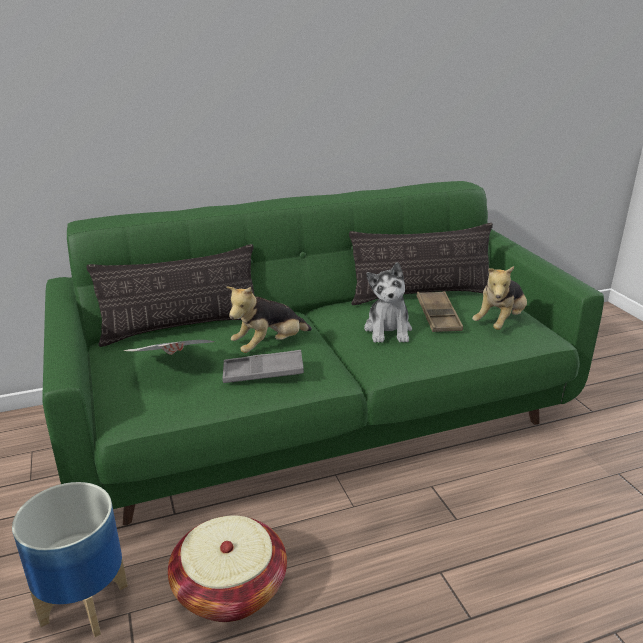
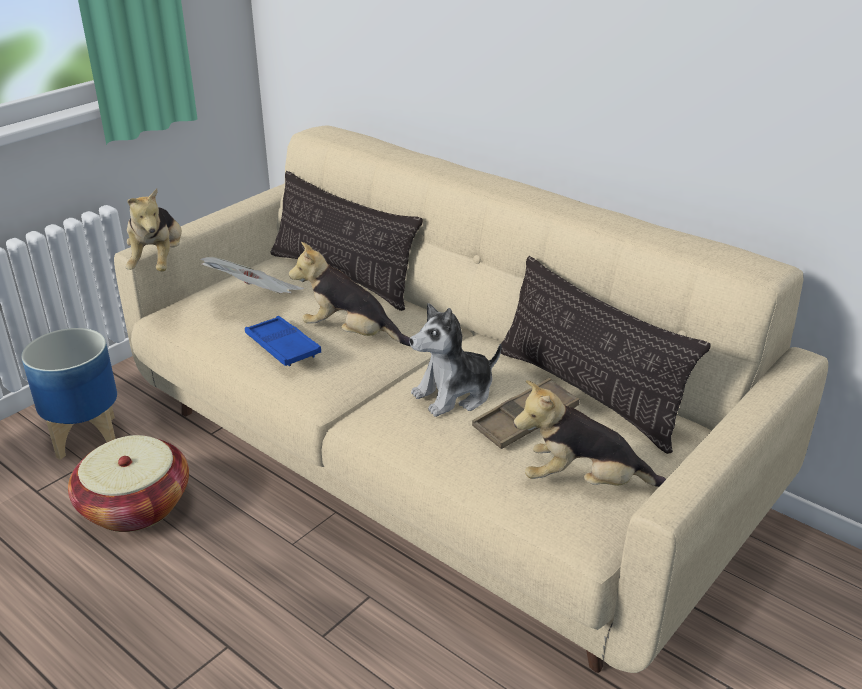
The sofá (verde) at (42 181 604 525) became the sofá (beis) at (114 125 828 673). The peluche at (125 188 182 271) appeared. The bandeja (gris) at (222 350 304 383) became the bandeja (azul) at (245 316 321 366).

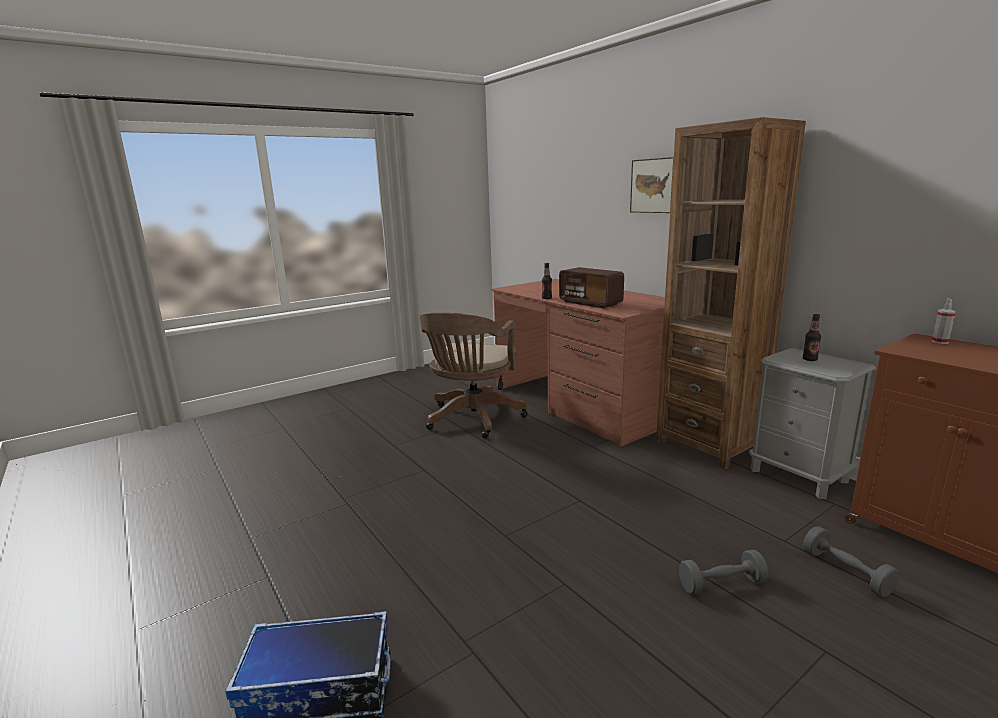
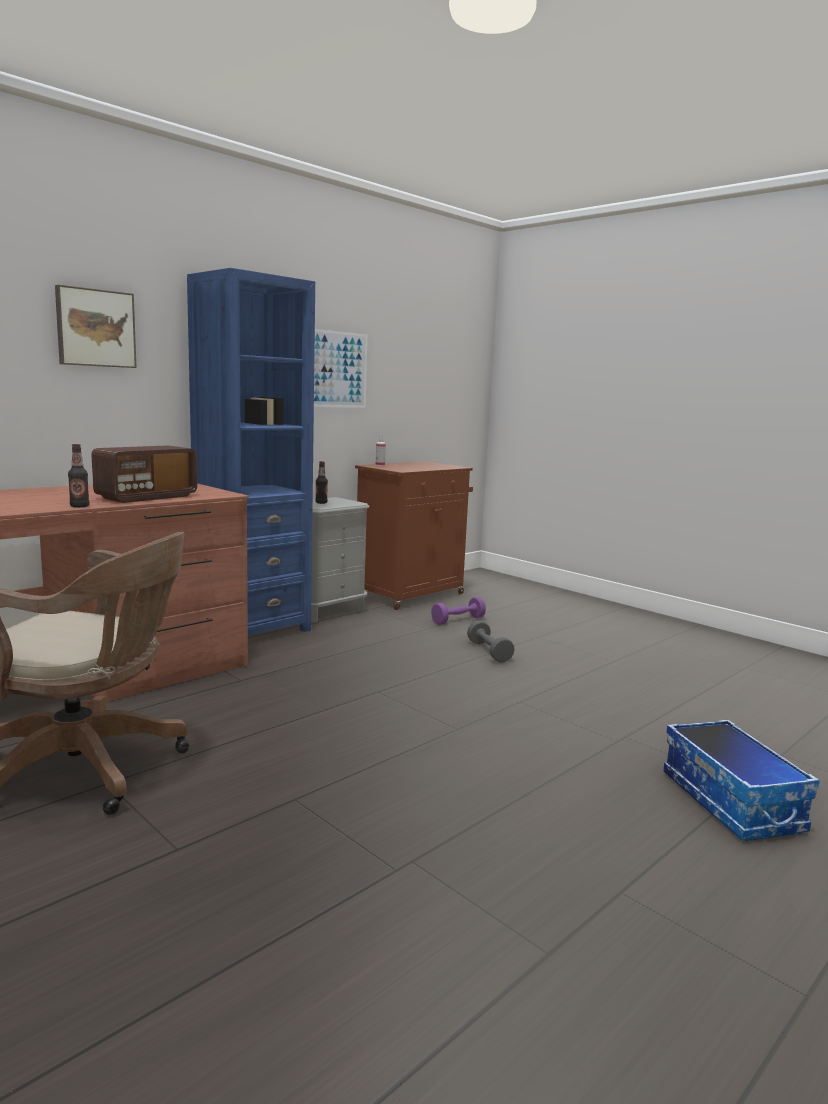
The estantería (marrón) at (656 117 806 469) became the estantería (azul) at (187 268 315 636). The cuadro at (314 329 367 408) appeared. The mancuerna (gris) at (803 526 900 597) became the mancuerna (morado) at (431 597 486 625).

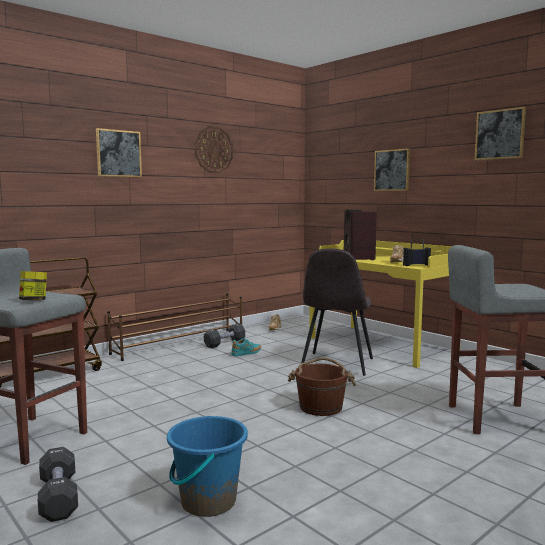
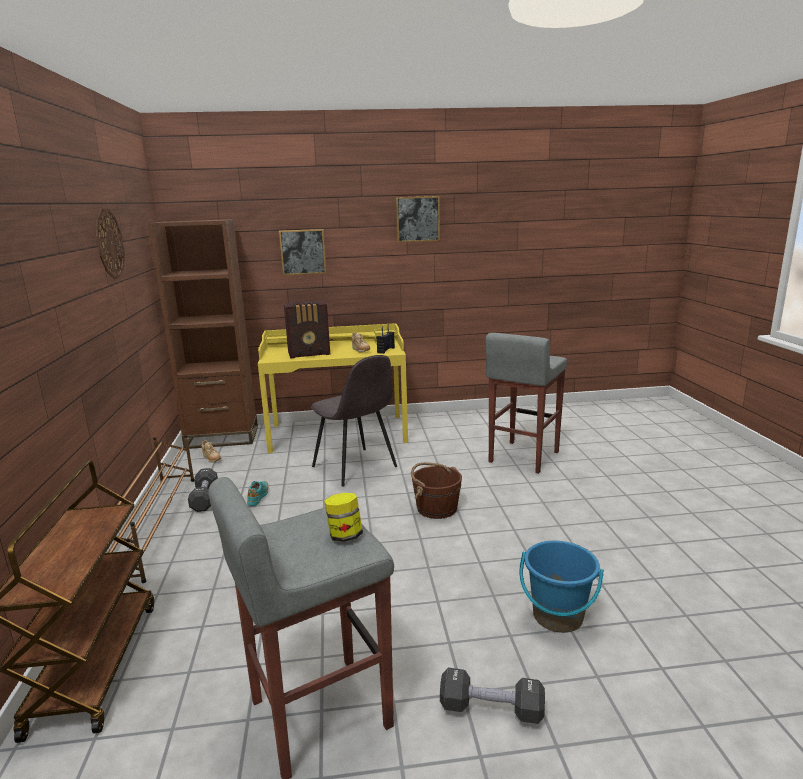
The estantería (marrón) at (148 219 258 449) appeared. The radio at (344 210 377 260) turned 45 degrees counterclockwise. The cuadro at (96 128 142 177) disappeared.

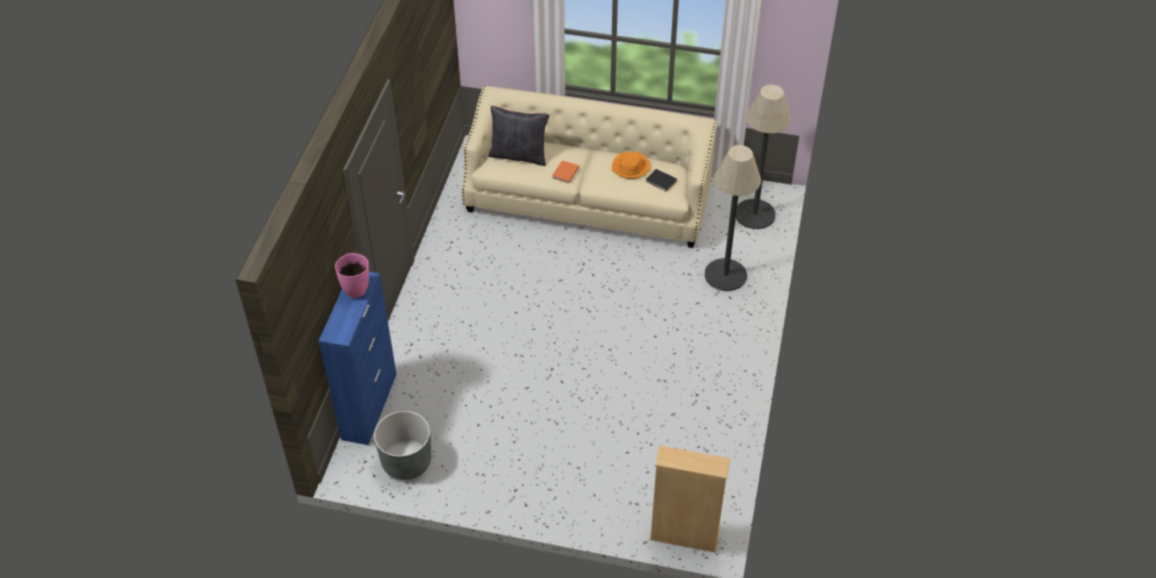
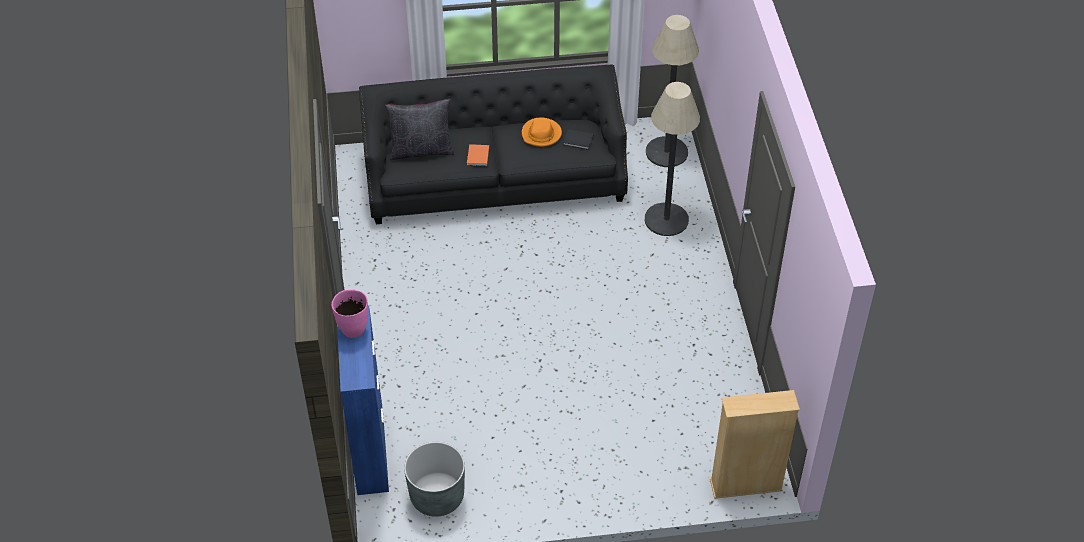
The sofá (beis) at (461 86 717 248) became the sofá (negro) at (359 65 628 224).

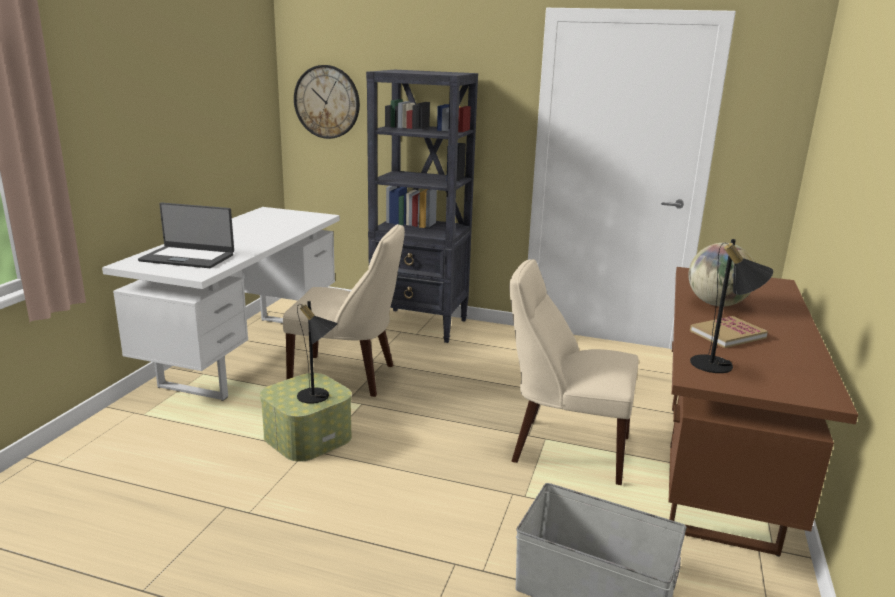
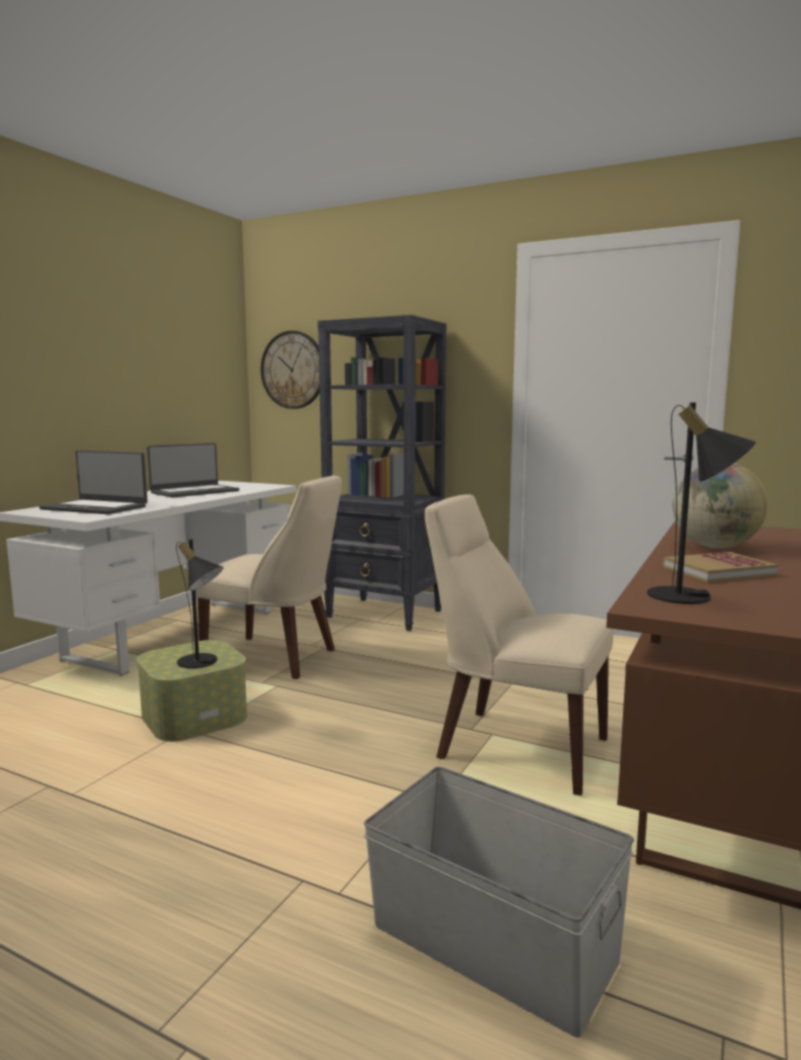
The portátil at (147 443 239 498) appeared.

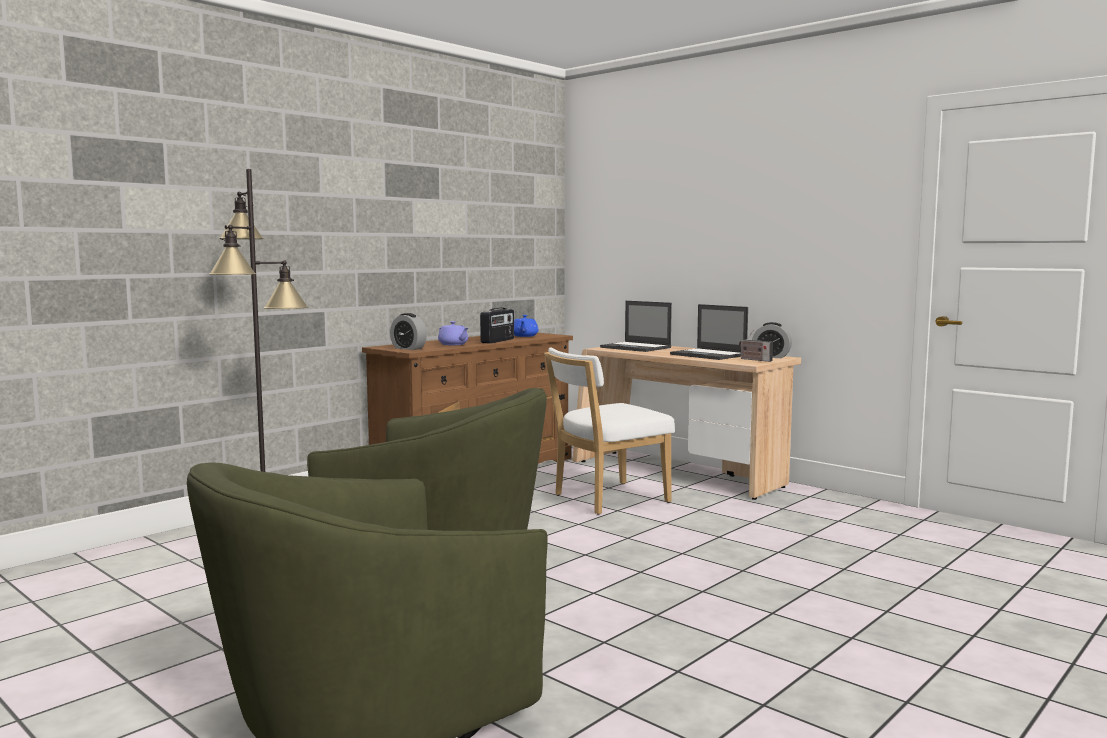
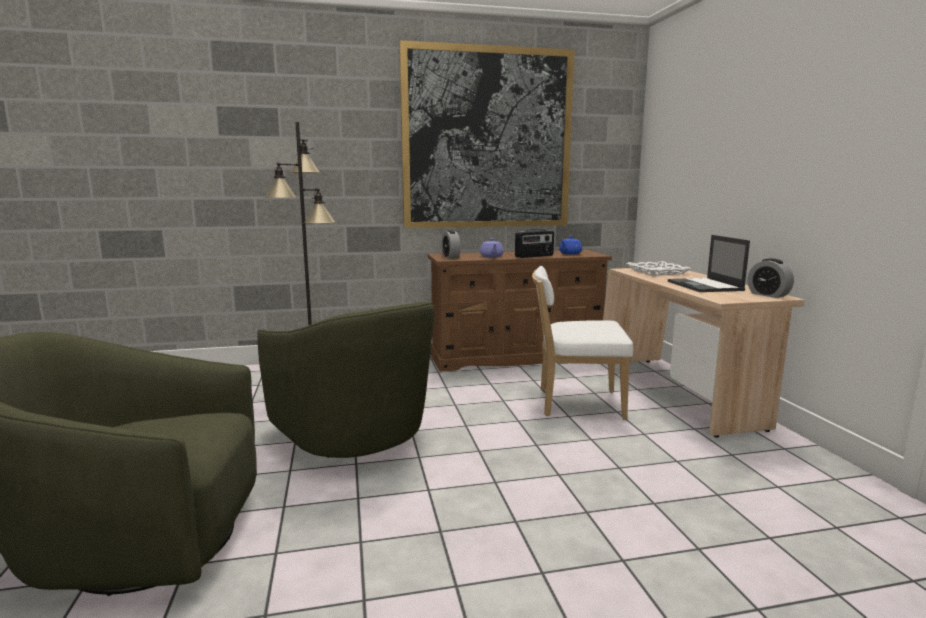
The cuadro at (399 40 575 228) appeared. The portátil at (600 301 672 352) was replaced by the bandeja (blanco) at (626 261 691 275). The radio at (739 330 773 362) disappeared.

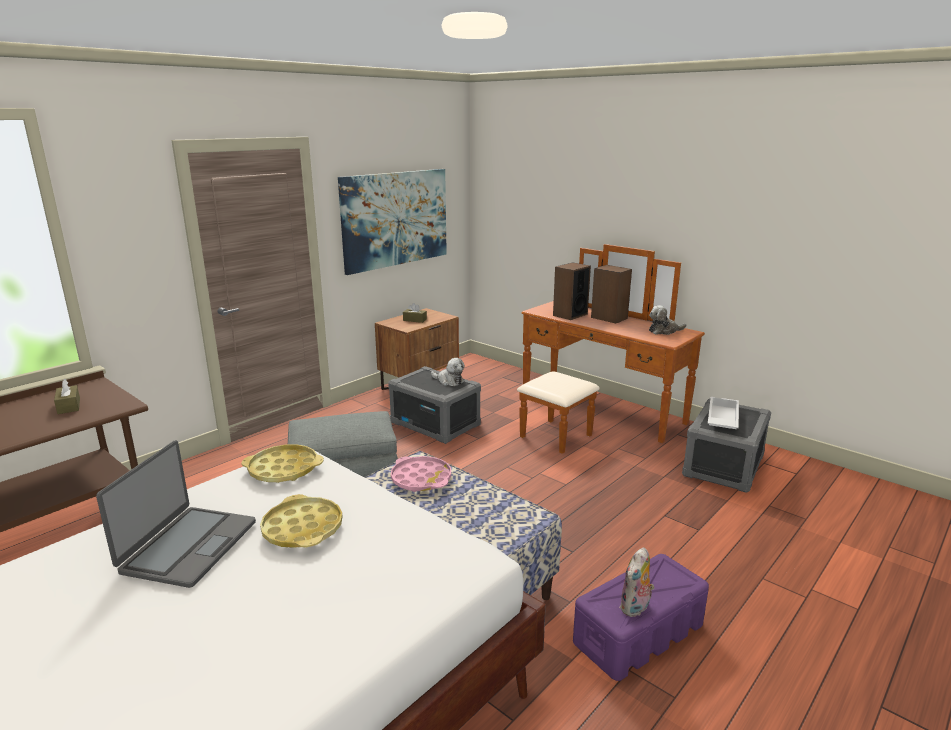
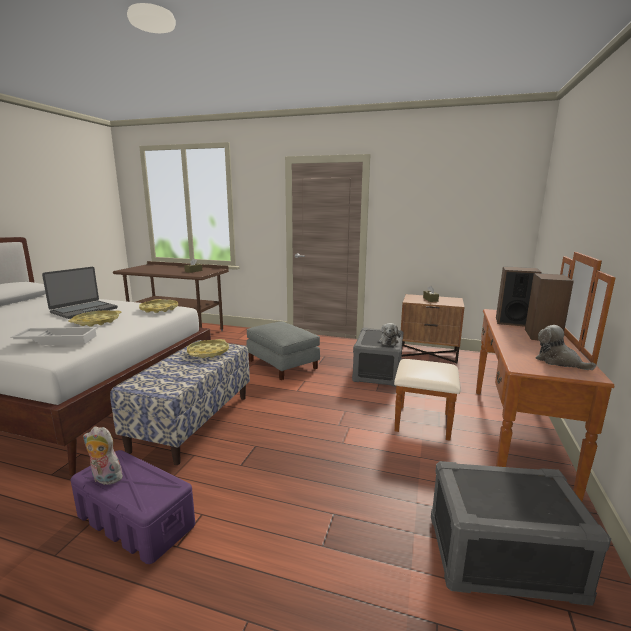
The bandeja (blanco) moved from (708 397 739 429) to (10 327 97 345). The portátil at (96 440 256 588) turned 45 degrees counterclockwise. The bandeja (rosa) at (391 456 451 492) became the bandeja (amarillo) at (187 339 229 358). The cuadro at (338 169 447 275) disappeared.

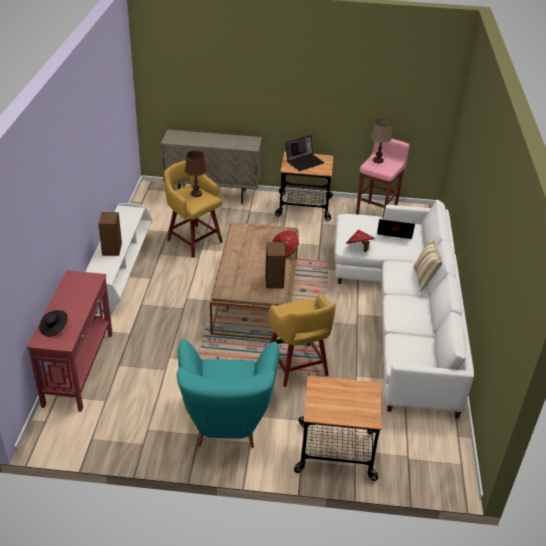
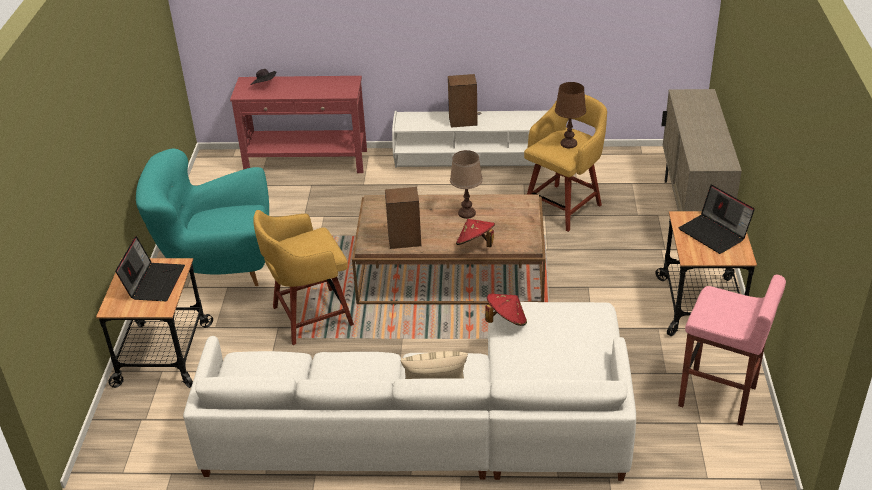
The portátil moved from (377 219 415 239) to (115 236 185 301). The lámpara de mesa (marrón) moved from (371 119 392 163) to (450 150 483 219).

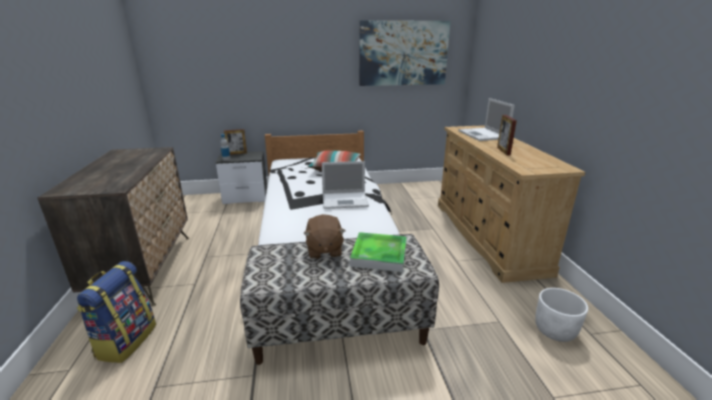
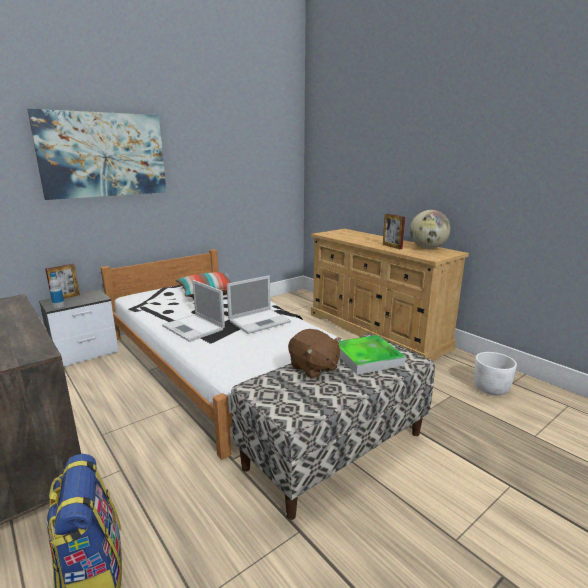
The cuadro moved from (359 20 451 86) to (27 109 166 200). The portátil moved from (458 98 515 141) to (162 280 225 342). The globo terráqueo at (410 210 451 249) appeared.

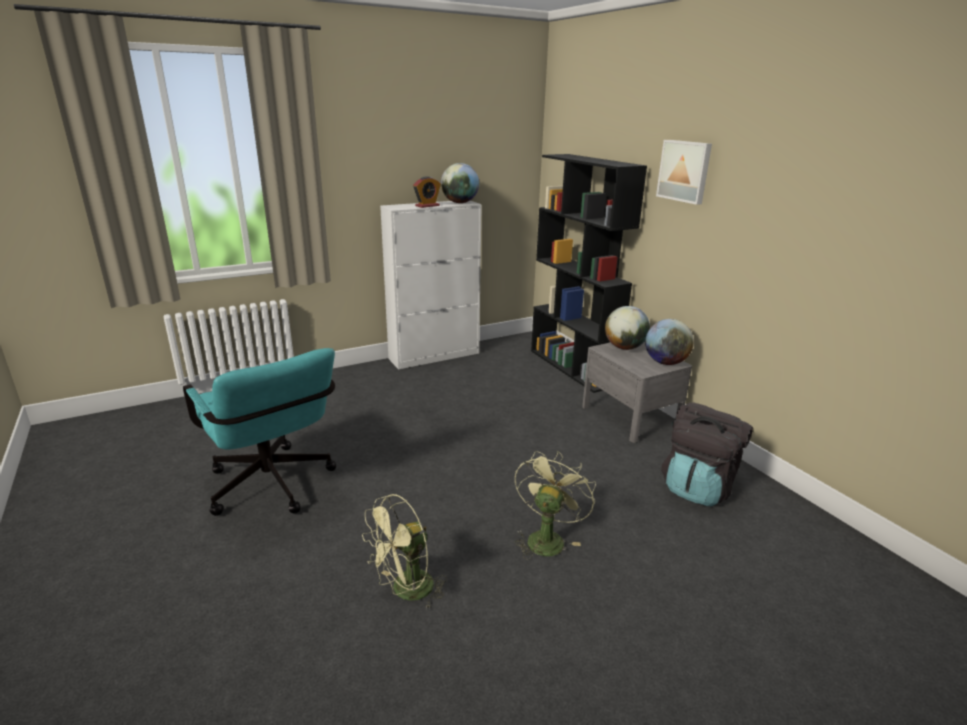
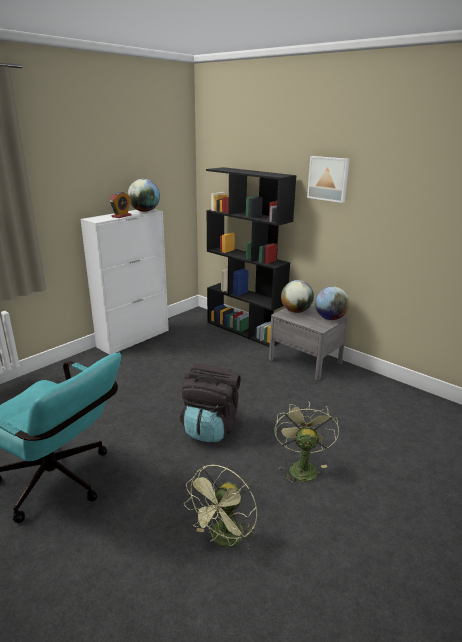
The mochila (negro) moved from (661 402 753 507) to (180 363 241 442).

